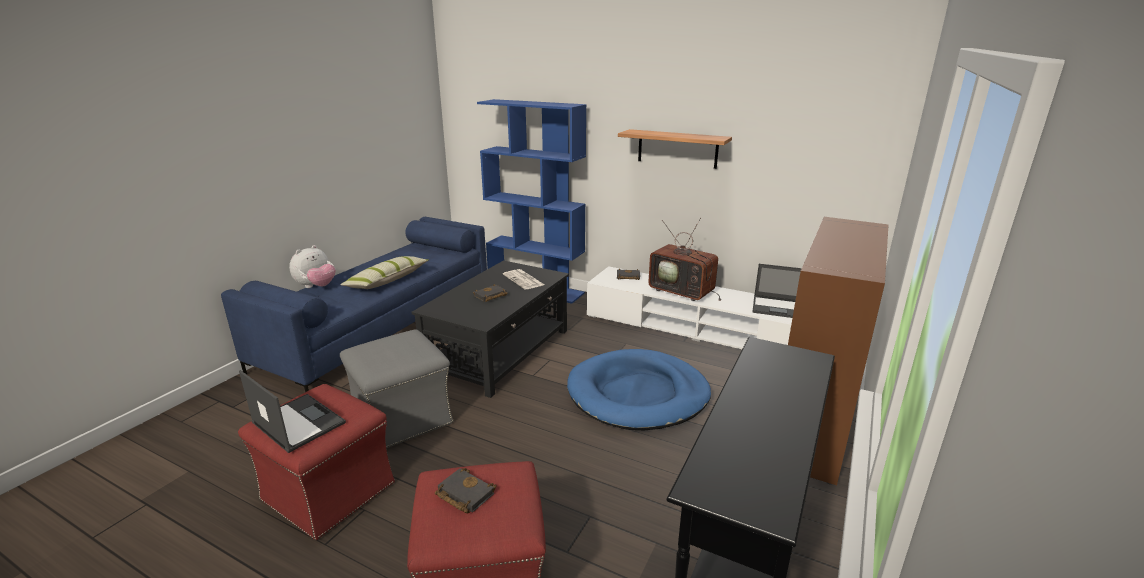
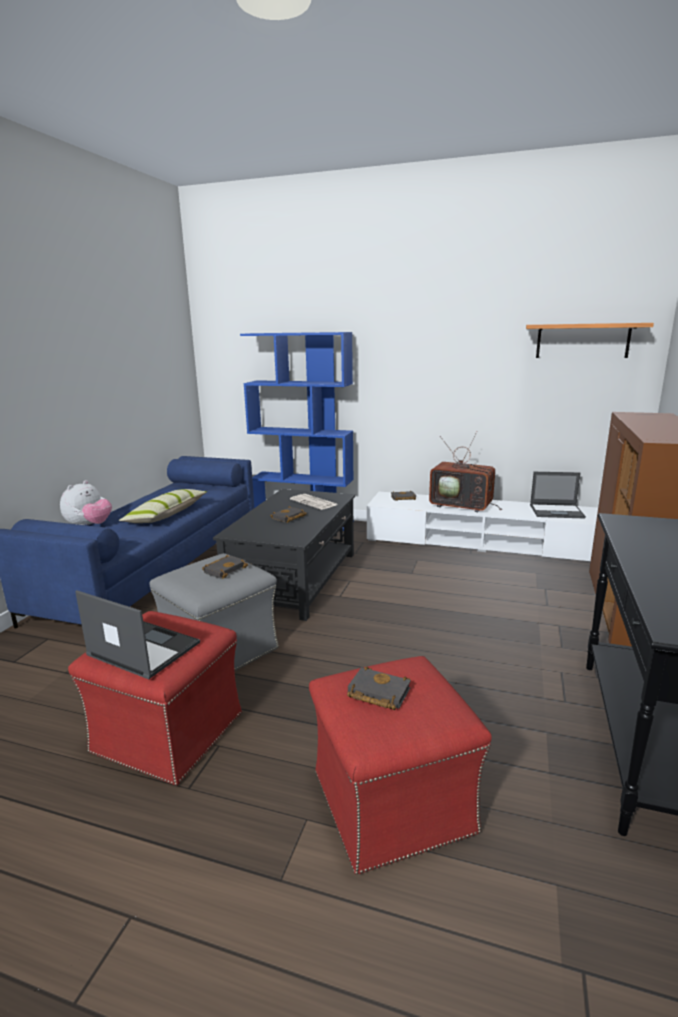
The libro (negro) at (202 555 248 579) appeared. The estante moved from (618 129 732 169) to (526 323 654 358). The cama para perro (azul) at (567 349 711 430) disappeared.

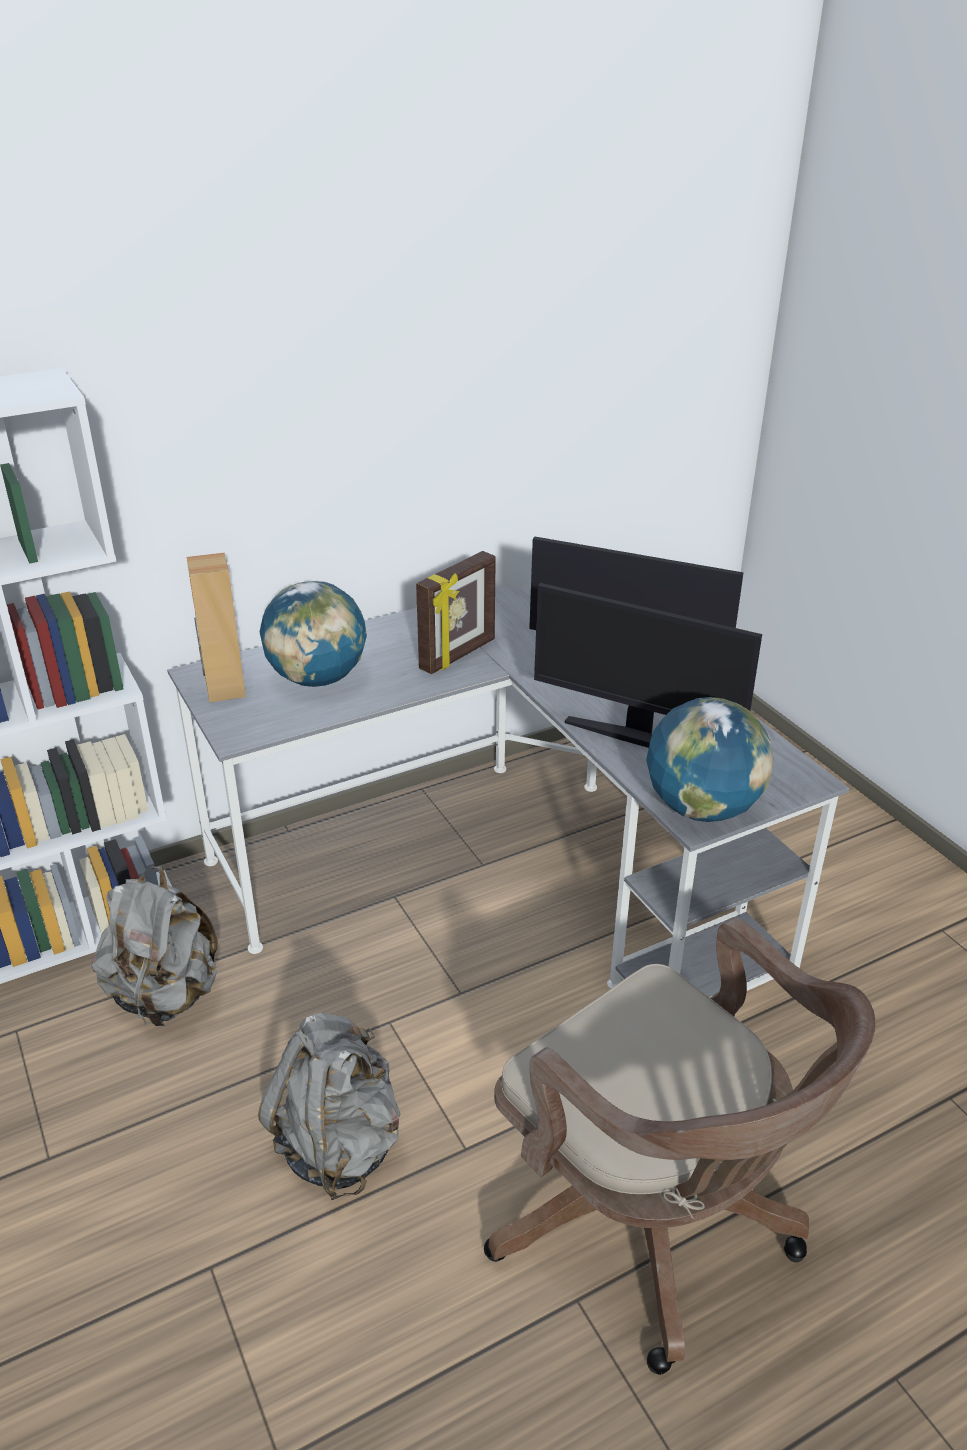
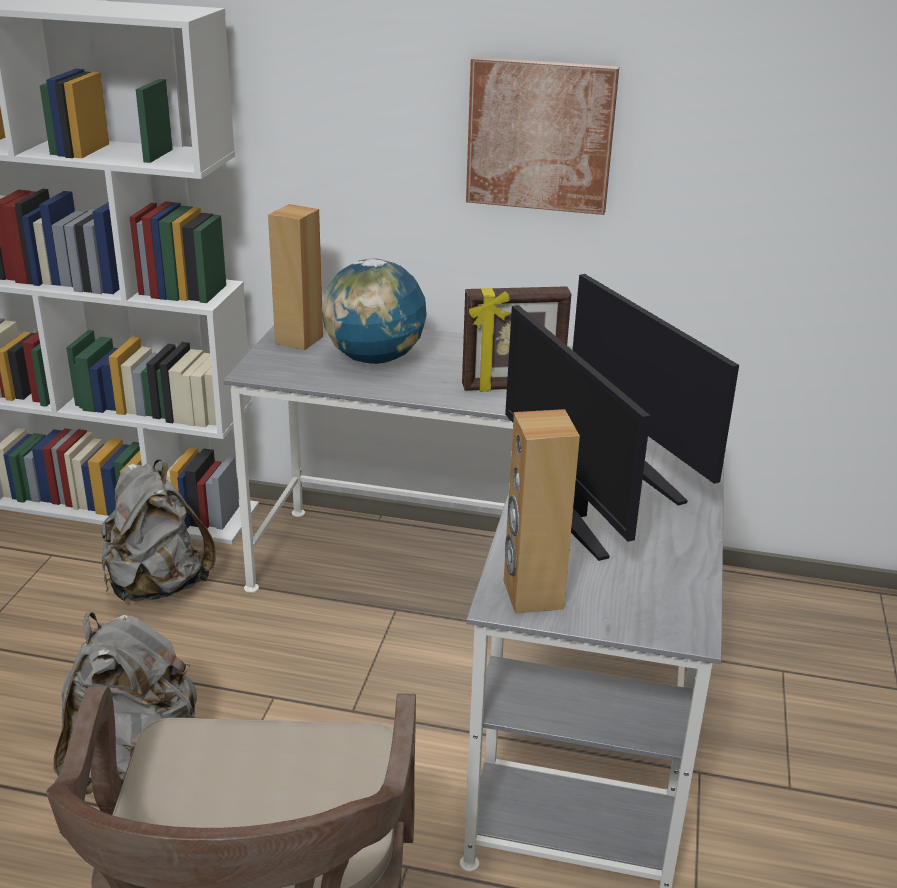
The cuadro at (466 57 619 215) appeared. The globo terráqueo at (646 697 773 822) was replaced by the altavoz (marrón) at (504 409 580 614).

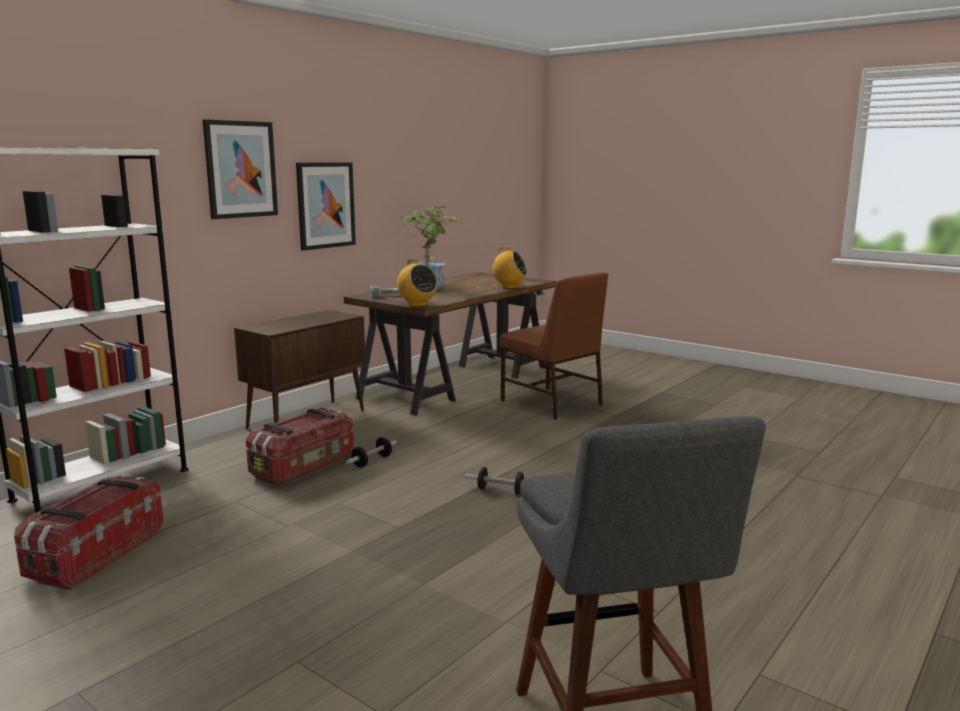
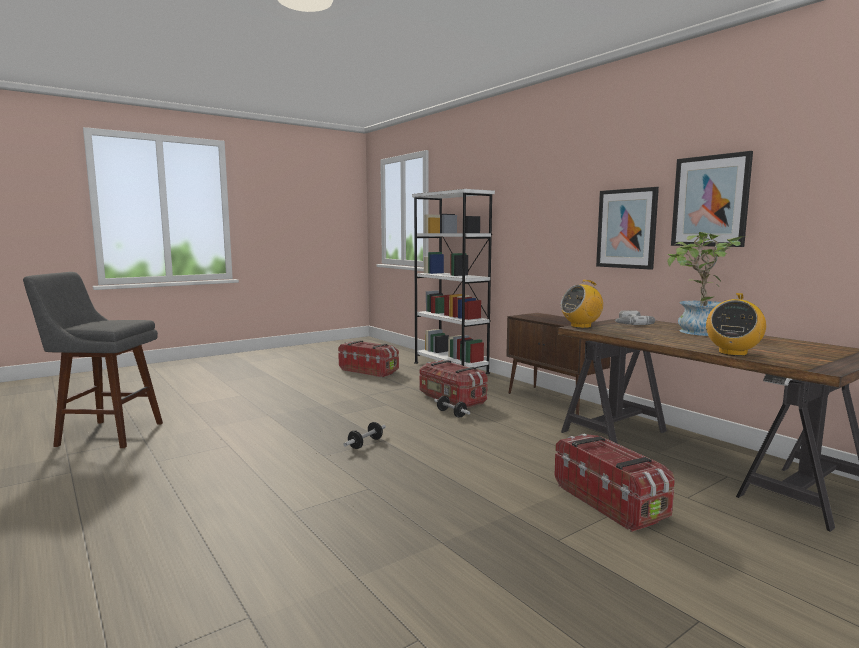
The silla (marrón) at (500 272 608 420) was replaced by the caja de almacenaje at (554 433 675 532). The cuadro moved from (203 119 278 219) to (671 151 753 247).

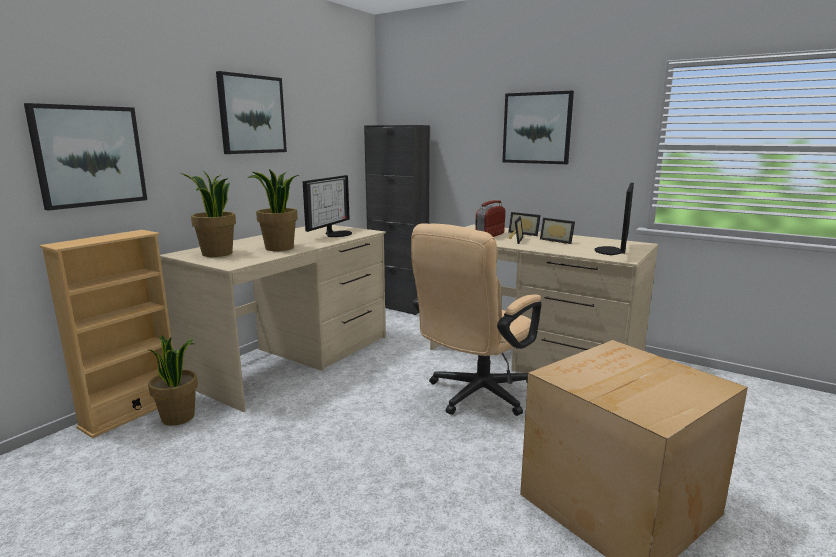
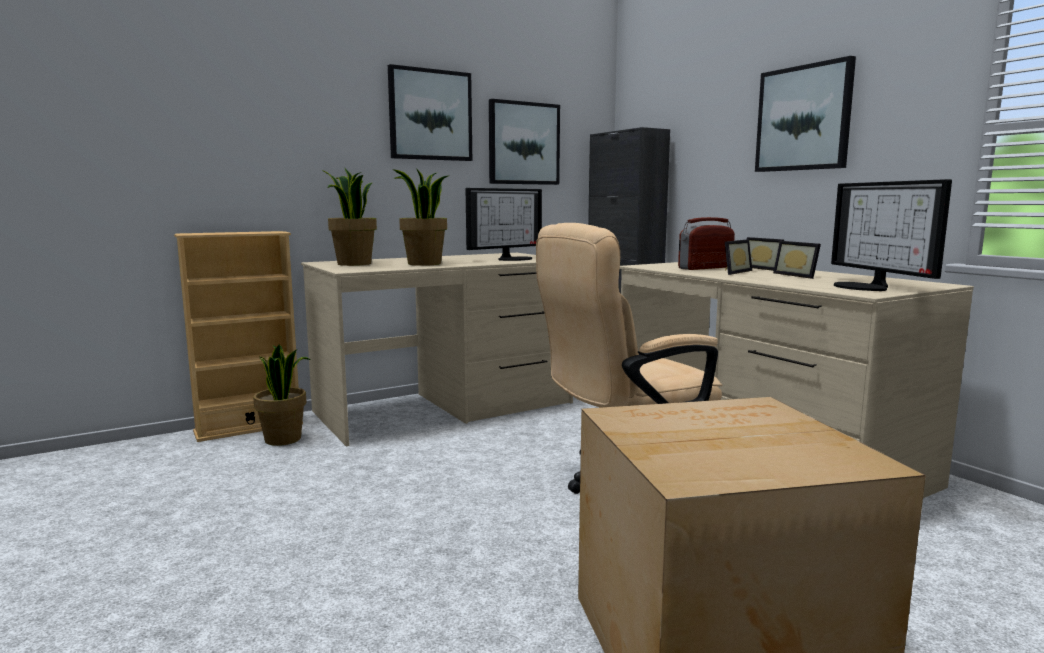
The cuadro moved from (24 103 147 211) to (489 99 560 185). The monitor at (594 183 634 255) turned 60 degrees counterclockwise.

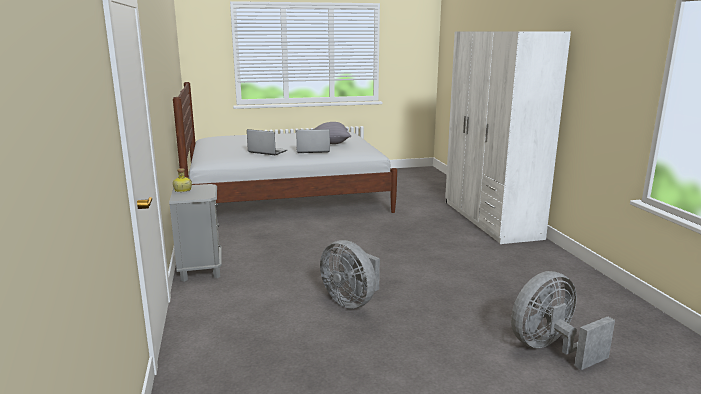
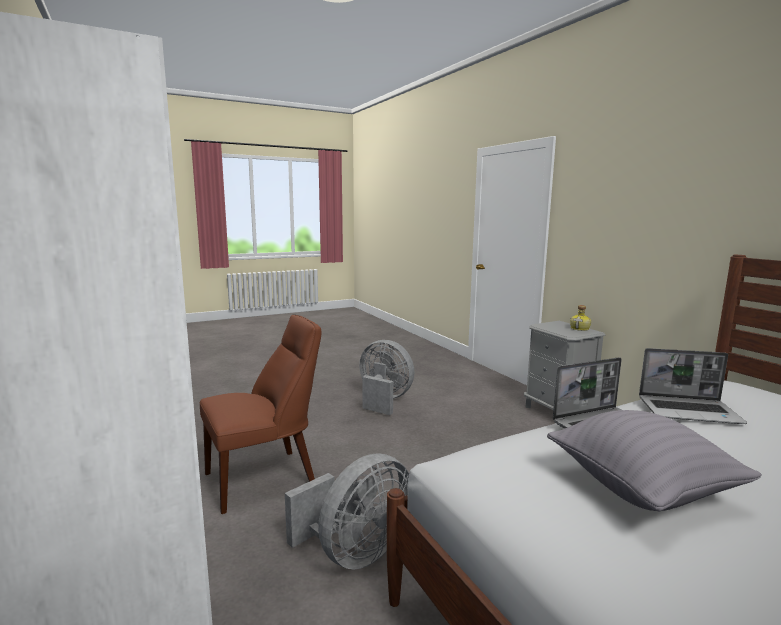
The silla (marrón) at (200 315 321 514) appeared. The ventilador (gris) moved from (511 271 615 370) to (285 454 409 569).

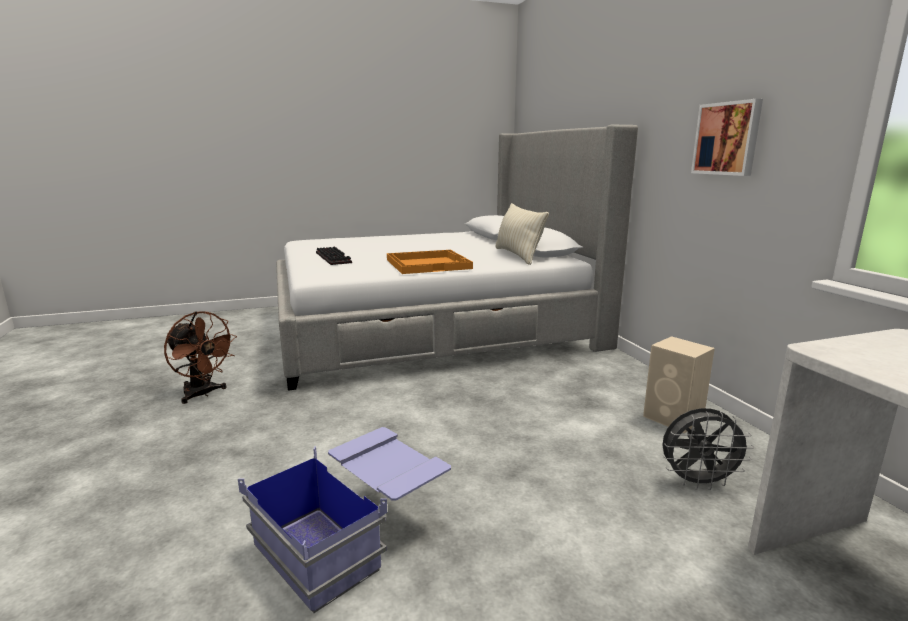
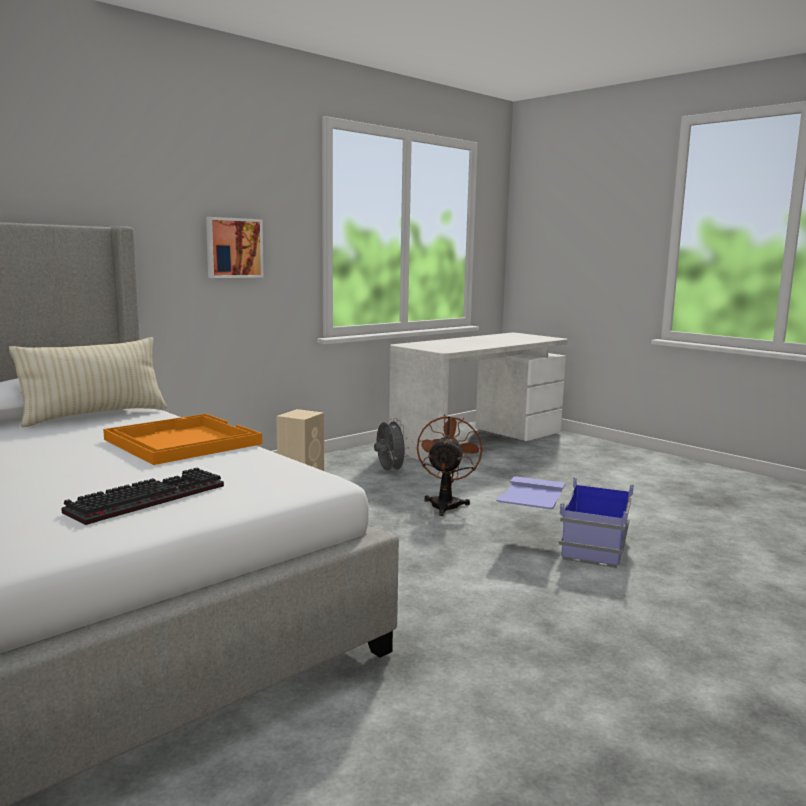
The ventilador (marrón) moved from (164 311 237 404) to (417 415 483 516).

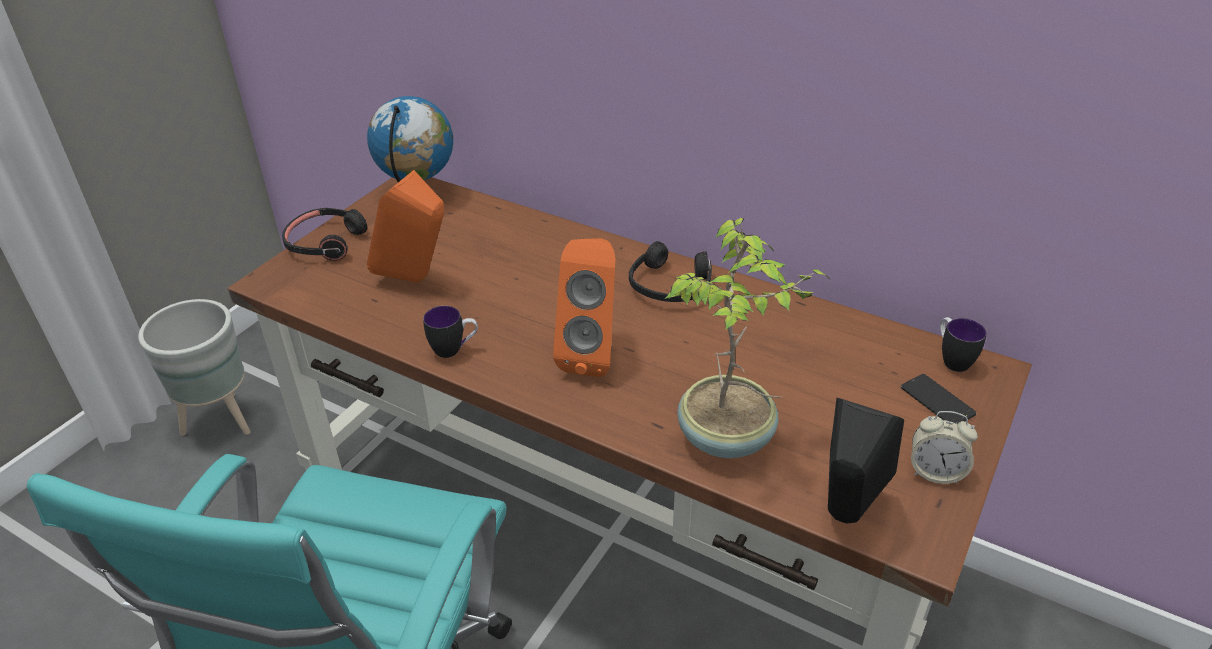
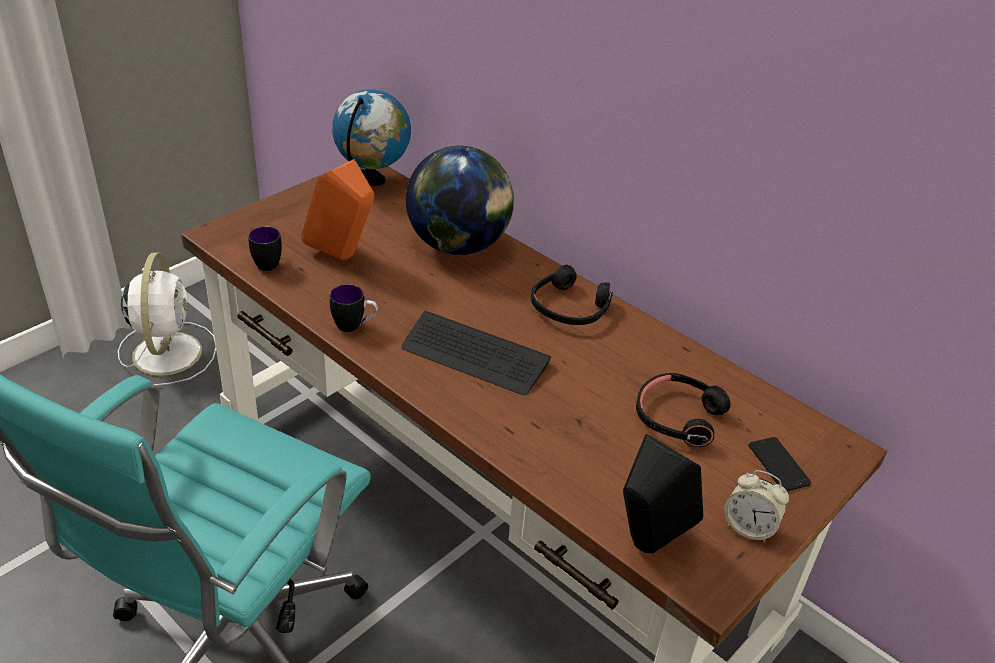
The maceta (gris) at (138 299 250 436) was replaced by the ventilador (blanco) at (118 253 216 386). The taza grande moved from (940 317 987 372) to (248 226 282 271). The altavoz (naranja) at (553 238 615 377) was replaced by the teclado at (401 311 551 395). The globo terráqueo at (406 145 514 255) appeared. The auriculares (negro) moved from (282 208 367 261) to (636 373 731 447). The planta en maceta at (665 218 830 458) disappeared.

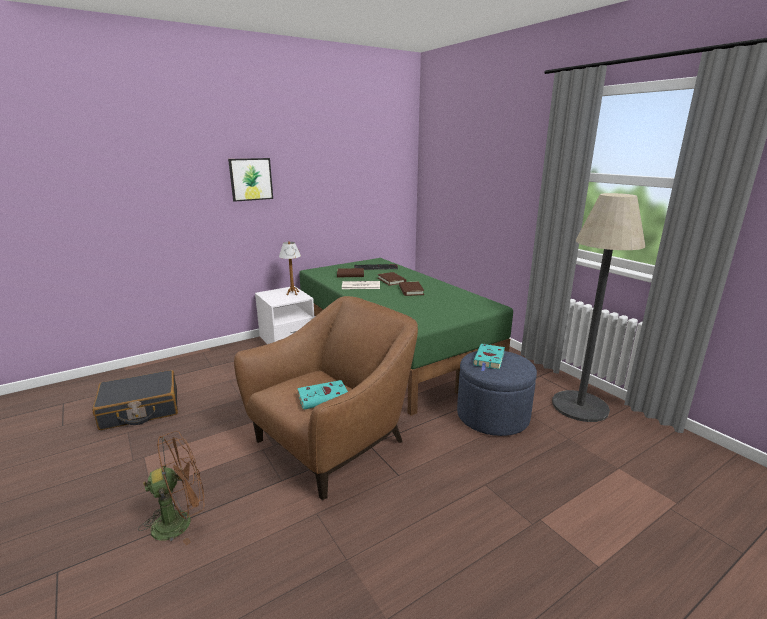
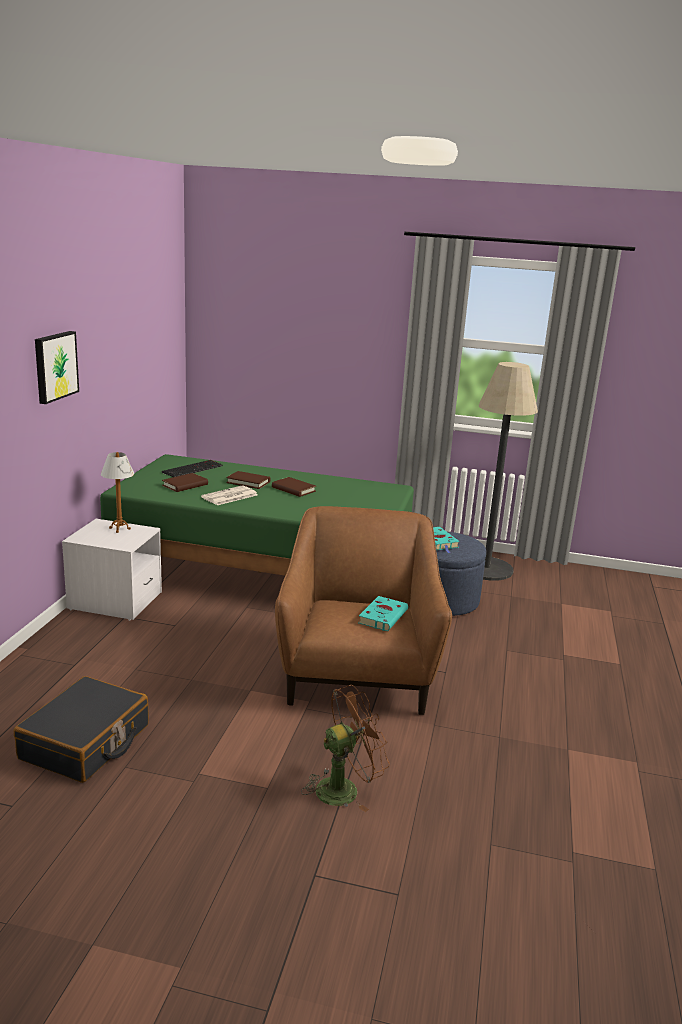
The ventilador (marrón) at (138 431 204 546) turned 45 degrees clockwise.

